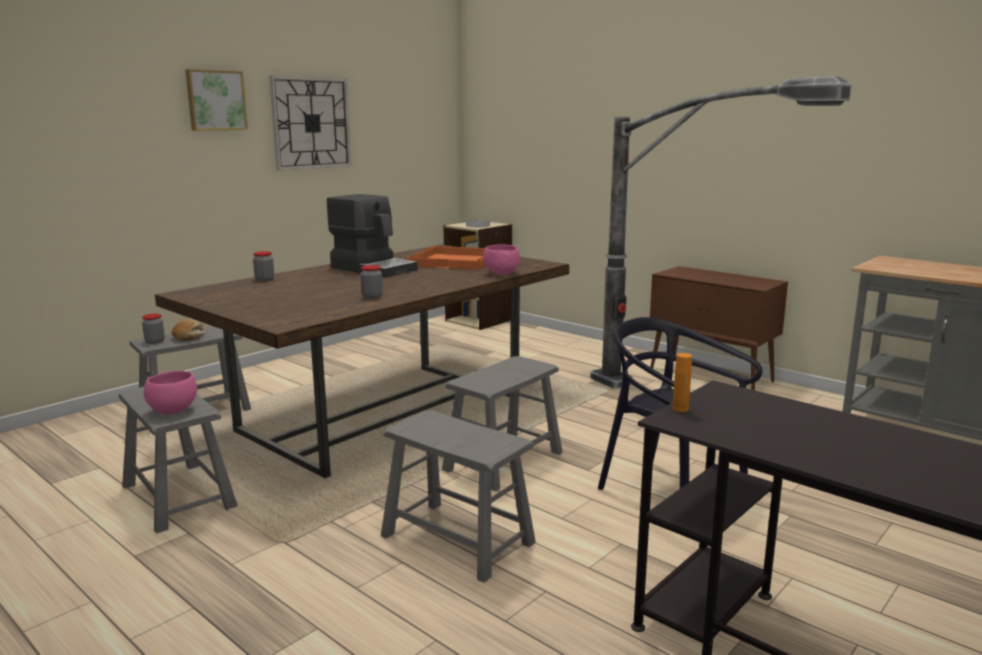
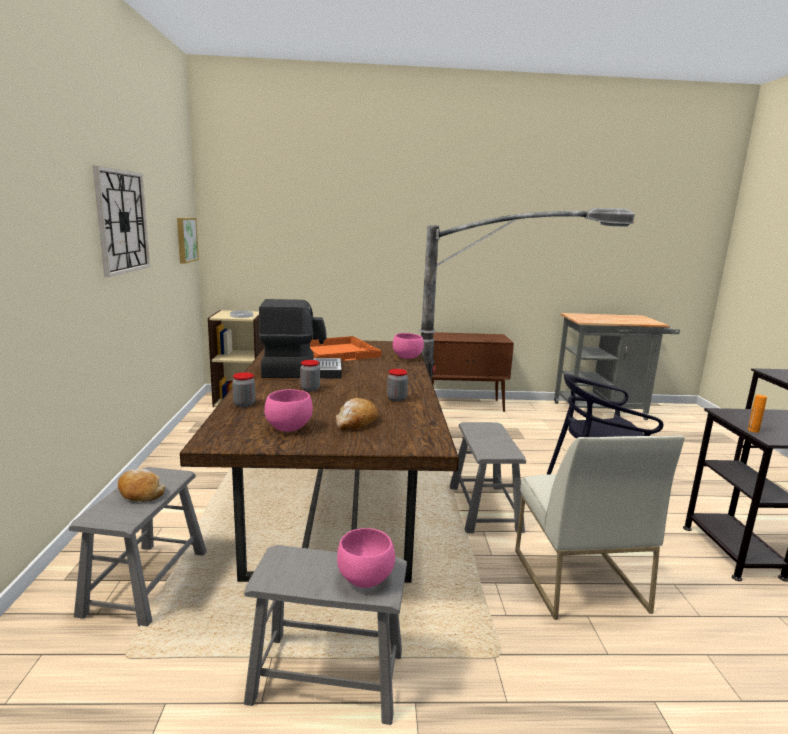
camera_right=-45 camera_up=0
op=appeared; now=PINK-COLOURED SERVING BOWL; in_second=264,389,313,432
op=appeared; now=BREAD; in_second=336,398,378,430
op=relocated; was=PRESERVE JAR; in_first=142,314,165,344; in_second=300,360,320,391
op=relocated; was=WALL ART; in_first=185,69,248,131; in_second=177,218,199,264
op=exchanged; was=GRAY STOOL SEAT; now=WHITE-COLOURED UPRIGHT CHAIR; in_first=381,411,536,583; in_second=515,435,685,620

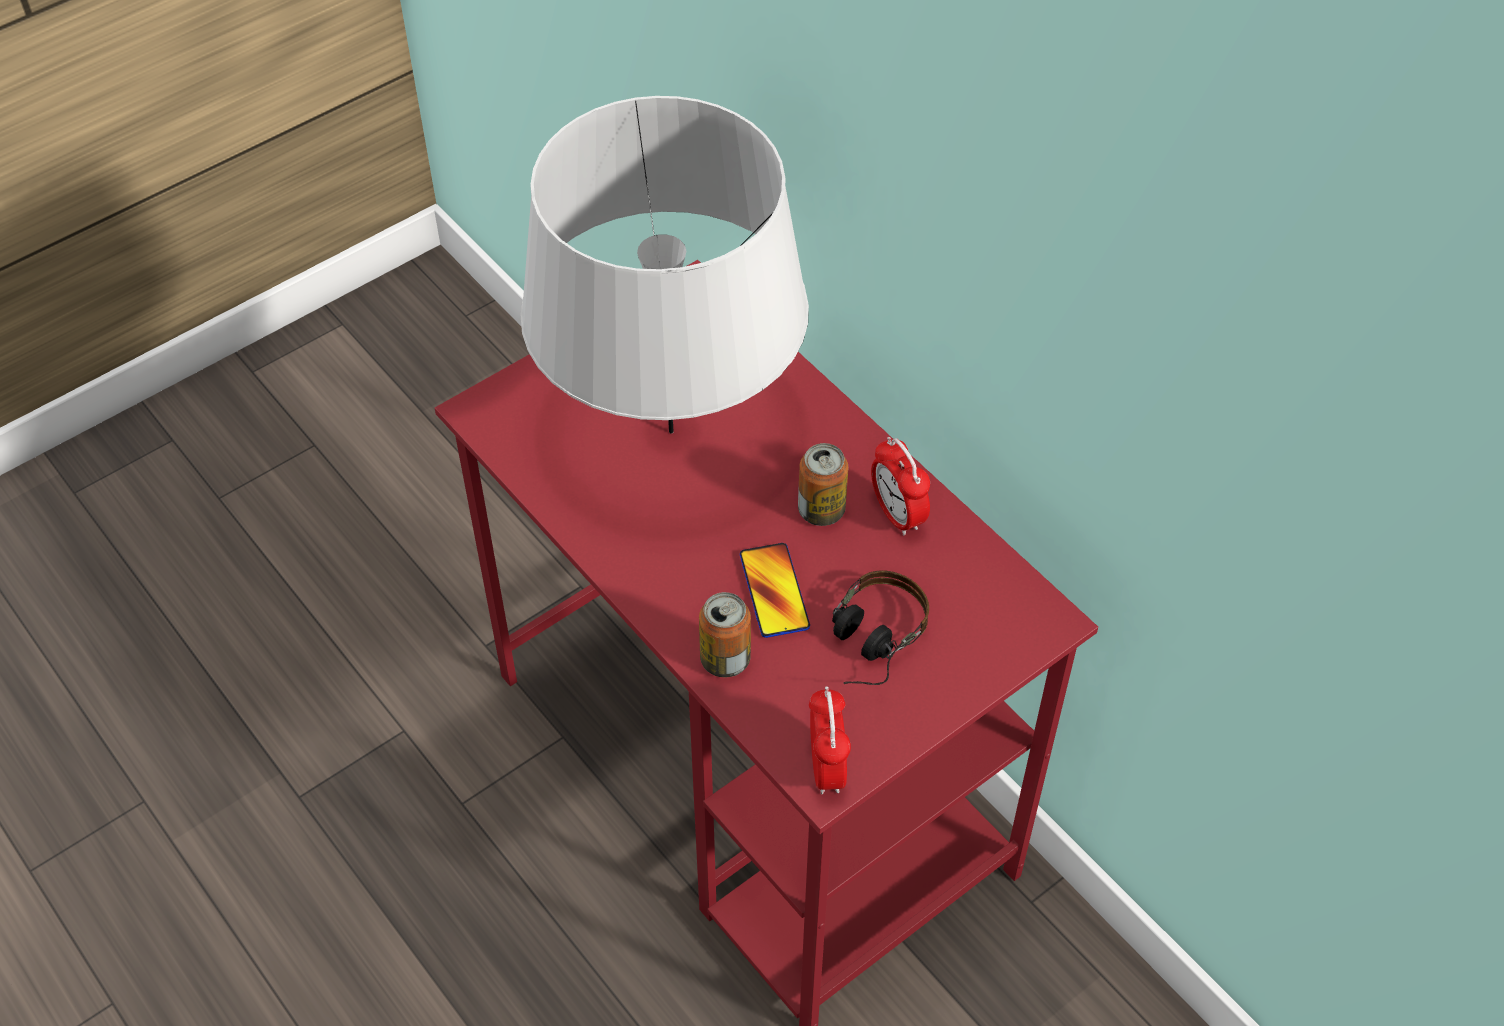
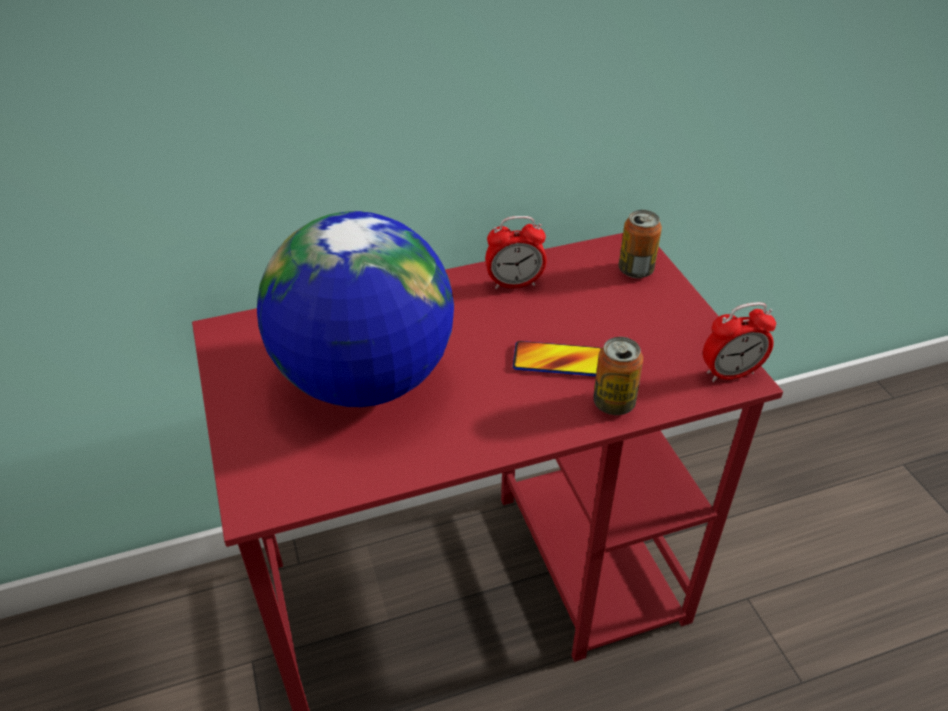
camera_right=-70 camera_up=-10
op=missing; was=HEADPHONES; in_first=832,570,929,685
op=relocated; was=METAL CAN; in_first=798,443,848,526; in_second=619,210,662,278
op=exchanged; was=GRAY TABLETOP LAMP; now=DESK GLOBE; in_first=521,96,809,434; in_second=257,211,454,407
op=spun; was=BEDSIDE CLOCK; in_first=809,686,851,794; in_second=703,302,776,382; clockwise=150

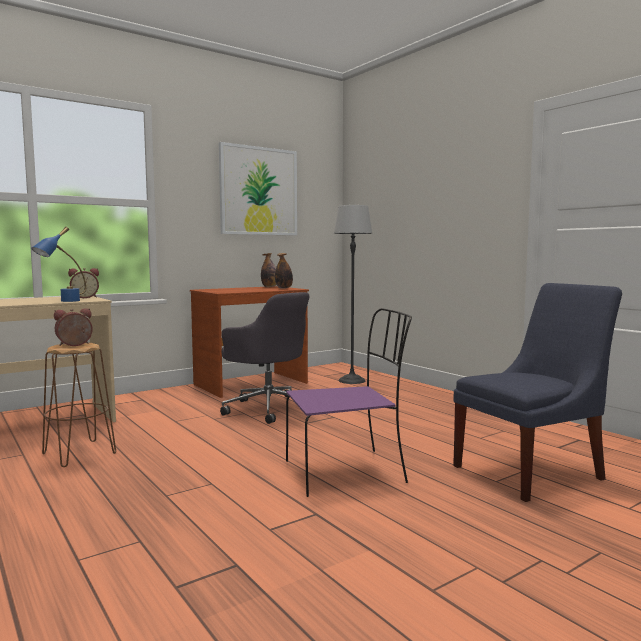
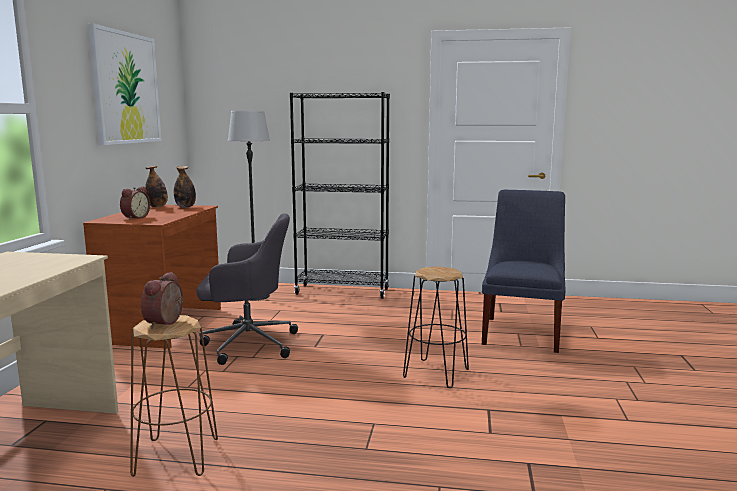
camera_right=-45 camera_up=5
op=missing; was=BLUE-COLOURED TABLETOP LAMP; in_first=31,227,86,302
op=appeared; now=BLACKISH BOOKSHELF; in_second=290,92,390,299
op=relocated; was=BEDSIDE CLOCK; in_first=68,268,99,298; in_second=120,186,150,220
op=exchanged; was=PURPLE UPRIGHT CHAIR; now=BLACKISH STOOL SEAT; in_first=286,308,412,497; in_second=403,266,469,388

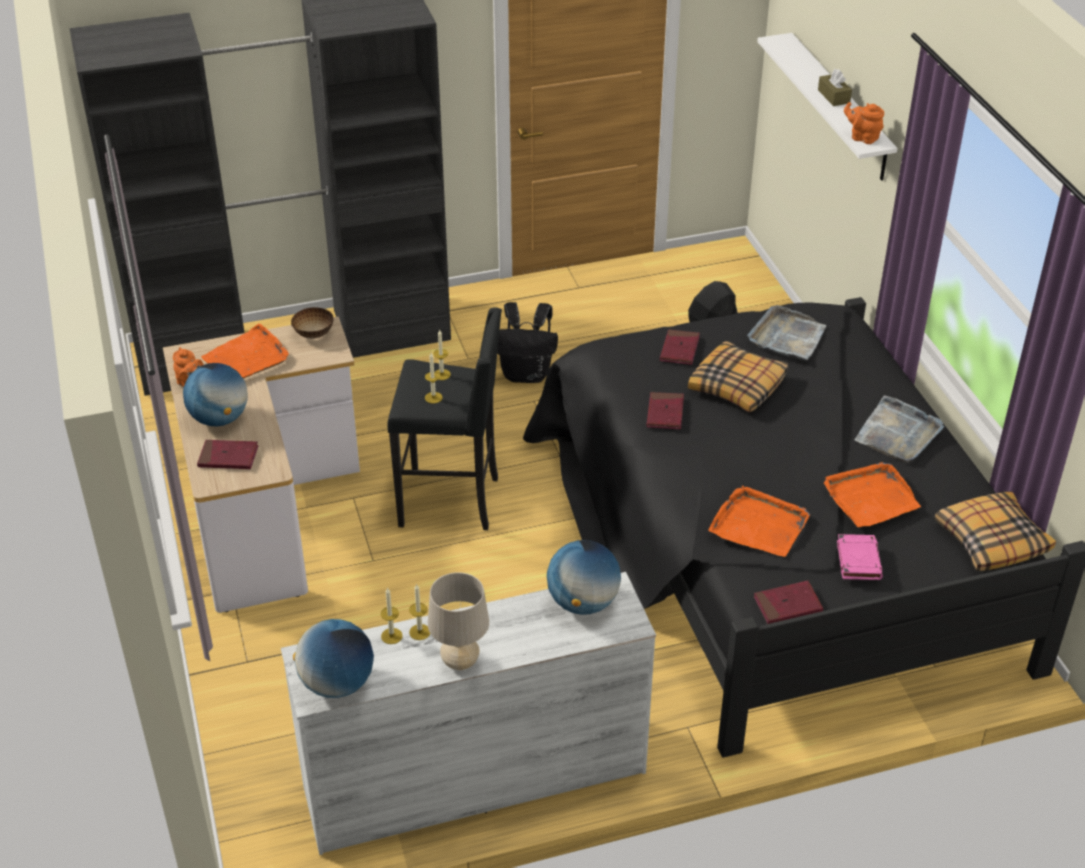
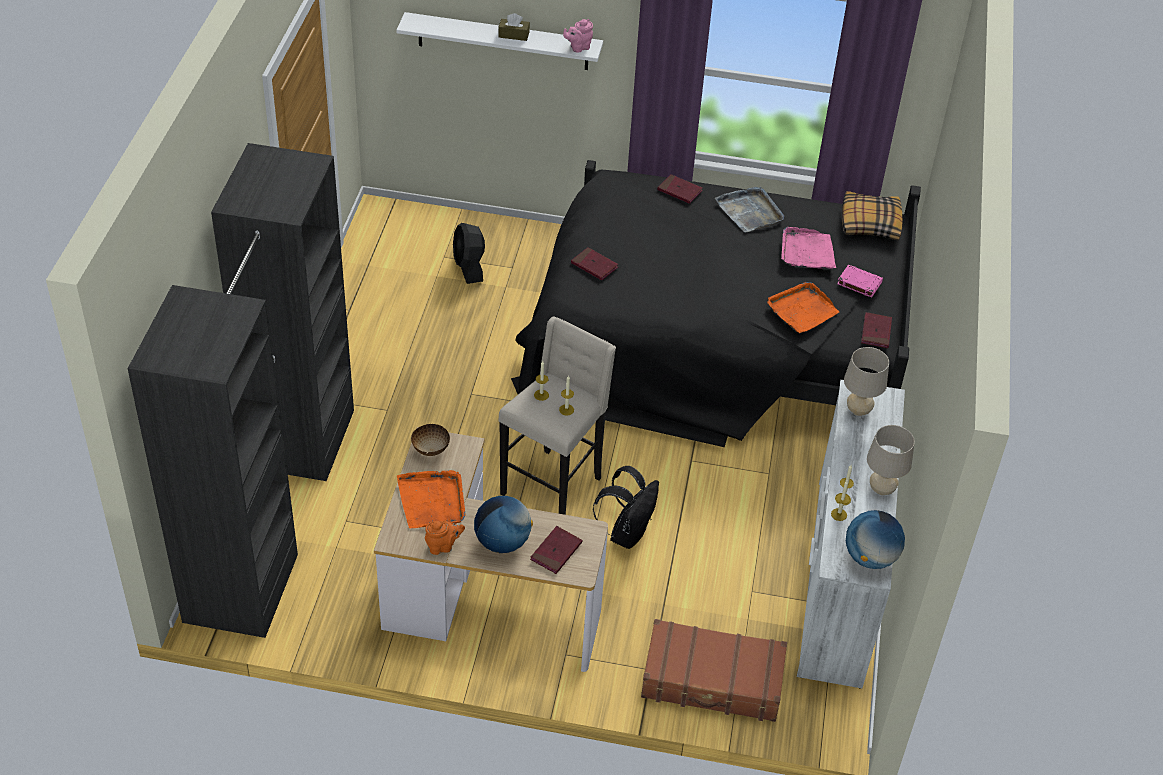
camera_right=-65 camera_up=5
op=missing; was=PILLOW; in_first=688,341,788,413
op=missing; was=GRAY TRAY; in_first=747,305,826,360
op=appeared; now=BROWN PIECE OF LUGGAGE; in_second=641,619,787,722
op=relocated; was=BLACKISH RUCKSACK; in_first=497,302,558,383; in_second=593,466,659,549
op=relocated; was=RED BOOK; in_first=647,392,684,429; in_second=657,174,703,204
op=exchanged; was=DESK GLOBE; now=SAND-COLOURED TABLETOP LAMP; in_first=547,540,621,615; in_second=844,347,889,416
op=colour; was=BLACKISH STOOL SEAT; now=SAND-COLOURED STOOL SEAT; in_first=387,307,502,530; in_second=499,316,616,515
op=colour; was=ORANGE-COLOURED TRAY; now=PINK-COLOURED TRAY; in_first=824,462,921,527; in_second=781,227,836,269
op=colour; was=ORANGE-COLOURED POT FOR TEA; now=PINK-COLOURED POT FOR TEA; in_first=844,102,884,144; in_second=563,19,593,53

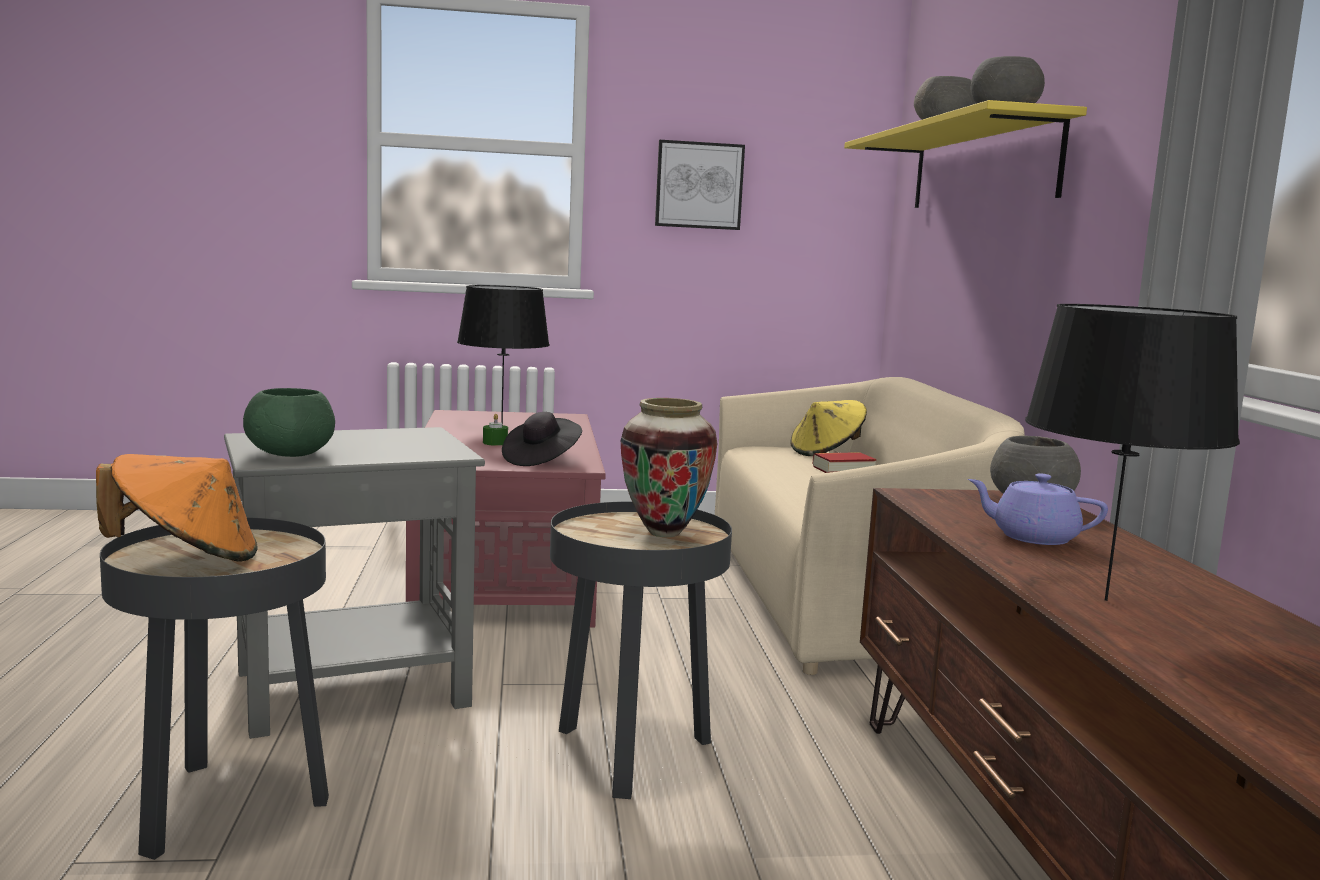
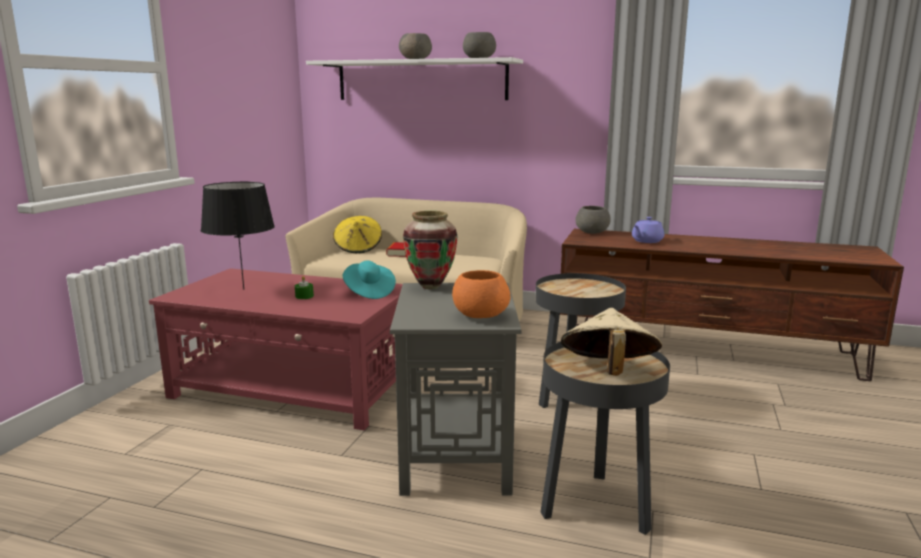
camera_right=-65 camera_up=5
op=missing; was=WALL ART; in_first=655,140,745,230
op=missing; was=BLACKISH TABLETOP LAMP; in_first=1025,304,1240,601
op=relocated; was=VASE; in_first=621,398,717,537; in_second=403,211,457,289
op=colour; was=ORANGE-COLOURED HAT; now=SAND-COLOURED HAT; in_first=96,454,257,562; in_second=561,308,662,376
op=colour; was=GREEN-COLOURED SERVING BOWL; now=ORANGE-COLOURED SERVING BOWL; in_first=243,388,335,457; in_second=452,270,510,318
op=colour; was=BLACKISH HAT; now=TURQUOISE-COLOURED HAT; in_first=502,412,582,466; in_second=343,261,396,299
op=colour; was=YELLOWISH BRACKET SHELF; now=WHITE-COLOURED BRACKET SHELF; in_first=844,100,1087,208; in_second=306,57,523,100

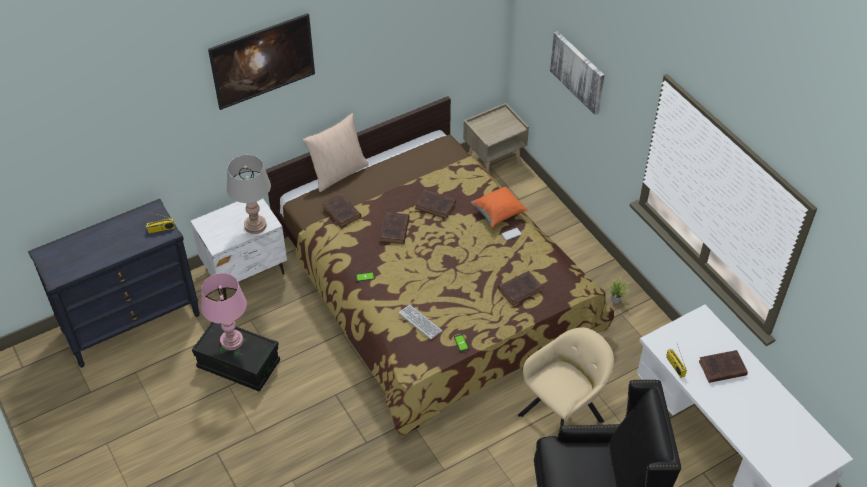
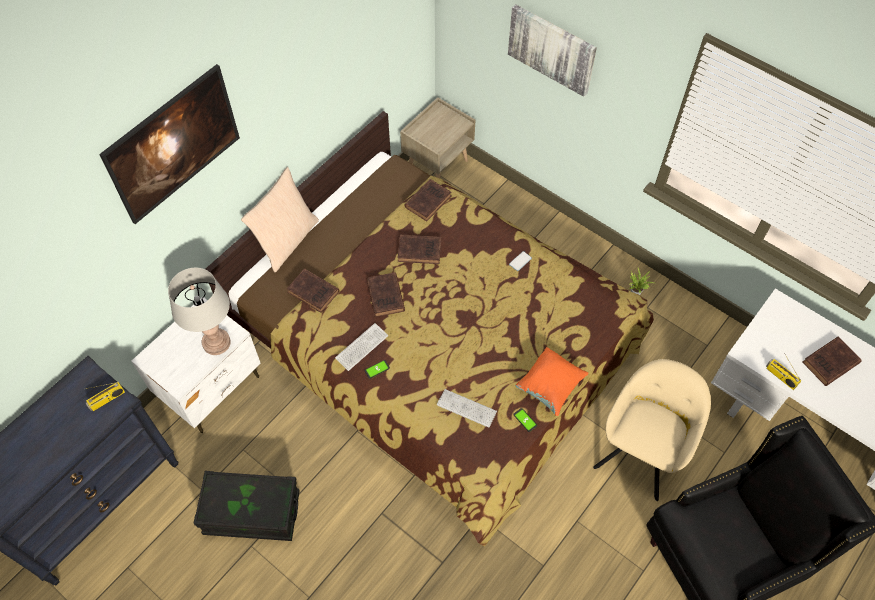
camera_right=-20 camera_up=10
op=missing; was=PINK-COLOURED TABLETOP LAMP; in_first=201,273,247,350
op=appeared; now=KEYBOARD; in_second=335,323,388,371
op=relocated; was=ORANGE-COLOURED PILLOW; in_first=471,187,528,228; in_second=516,347,589,416
op=relocated; was=BROWN BOOK; in_first=498,271,543,306; in_second=404,179,452,221

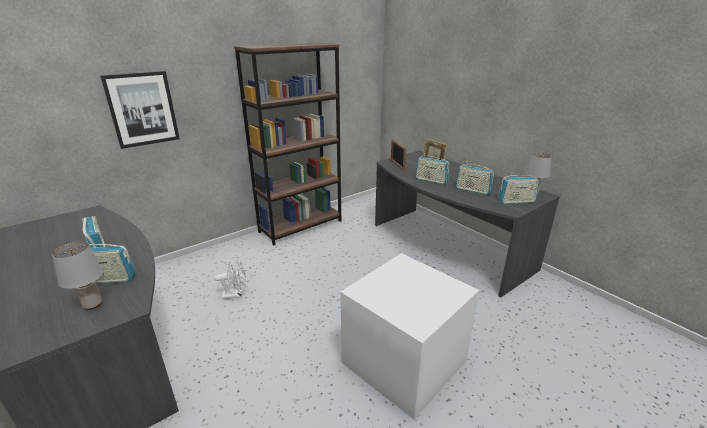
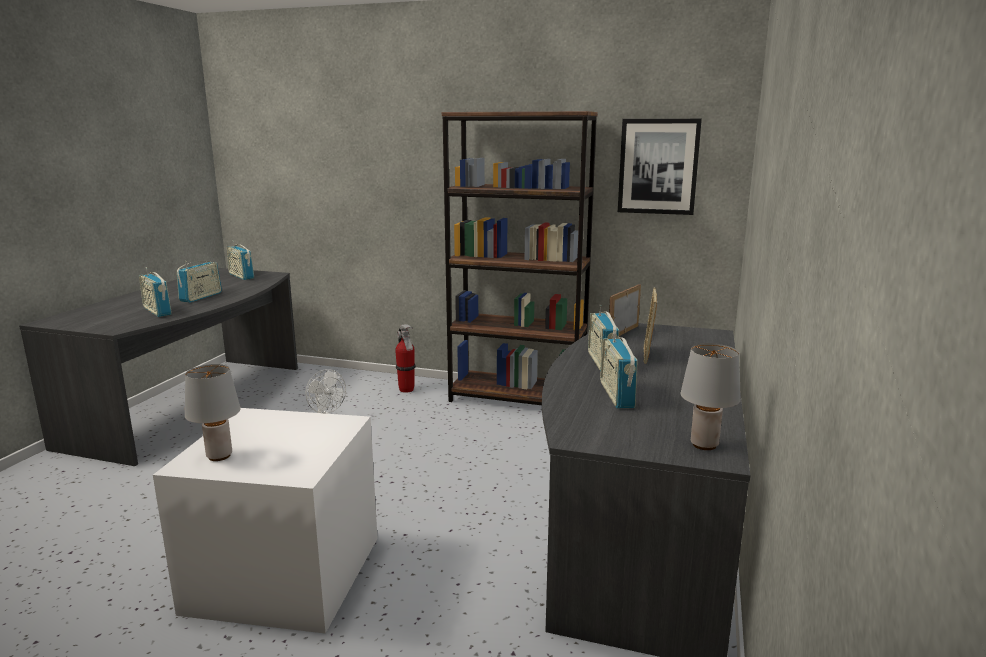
camera_right=55 camera_up=-10
op=appeared; now=EXTINGUISHER; in_second=395,324,416,393
op=relocated; was=GRAY TABLETOP LAMP; in_first=52,242,103,310; in_second=185,364,241,461
op=relocated; was=WALL ART; in_first=101,71,180,149; in_second=618,119,702,215
op=relocated; was=RADIO; in_first=498,173,539,204; in_second=227,240,254,280

